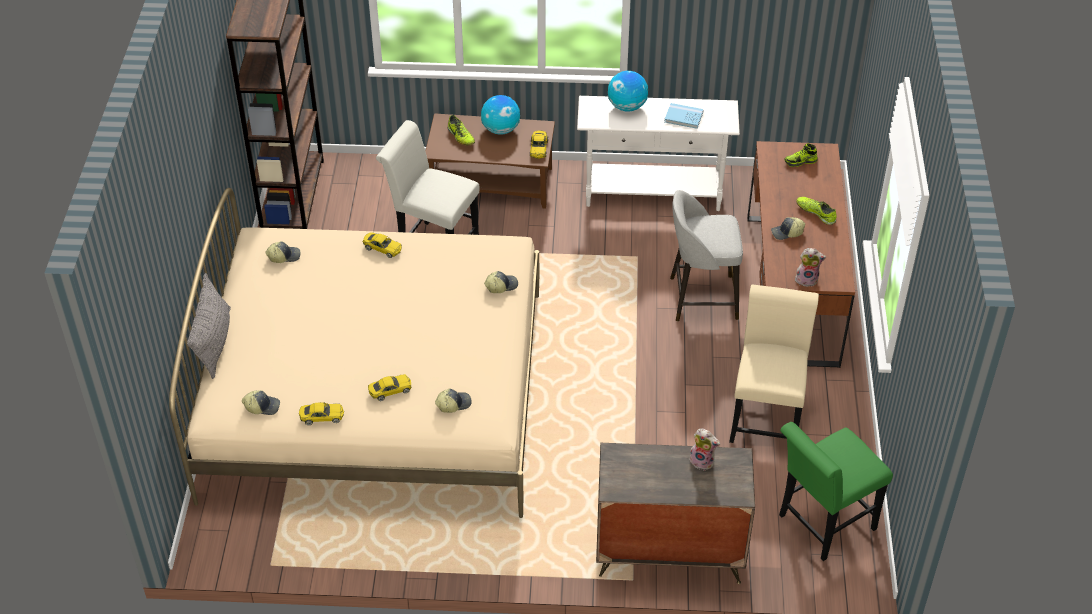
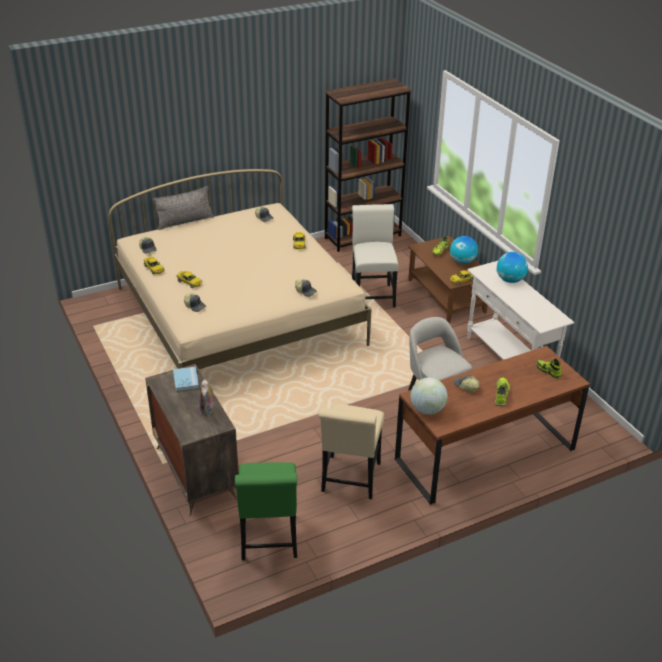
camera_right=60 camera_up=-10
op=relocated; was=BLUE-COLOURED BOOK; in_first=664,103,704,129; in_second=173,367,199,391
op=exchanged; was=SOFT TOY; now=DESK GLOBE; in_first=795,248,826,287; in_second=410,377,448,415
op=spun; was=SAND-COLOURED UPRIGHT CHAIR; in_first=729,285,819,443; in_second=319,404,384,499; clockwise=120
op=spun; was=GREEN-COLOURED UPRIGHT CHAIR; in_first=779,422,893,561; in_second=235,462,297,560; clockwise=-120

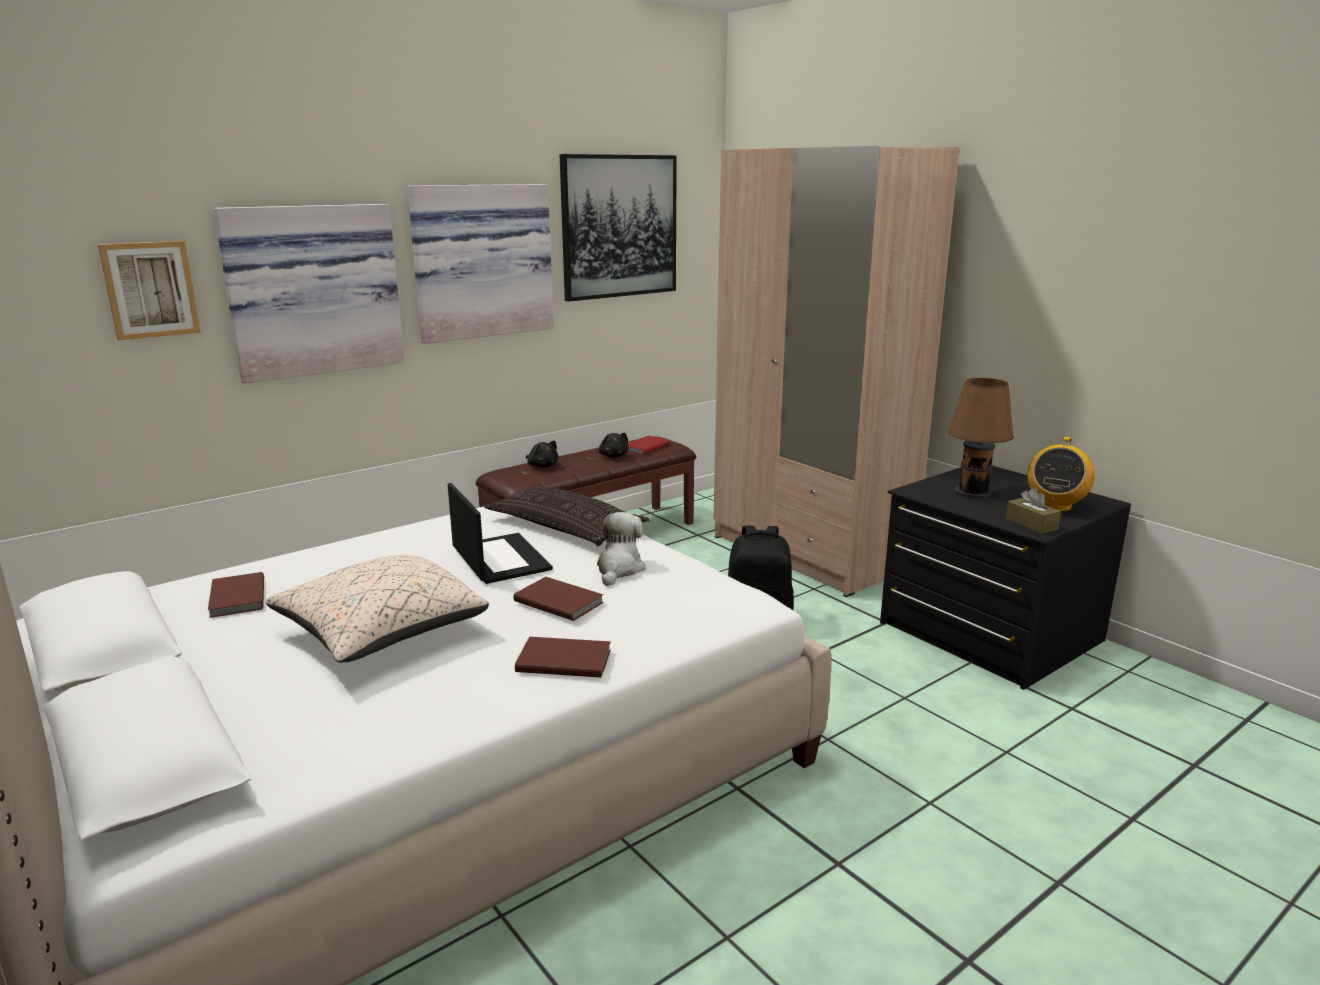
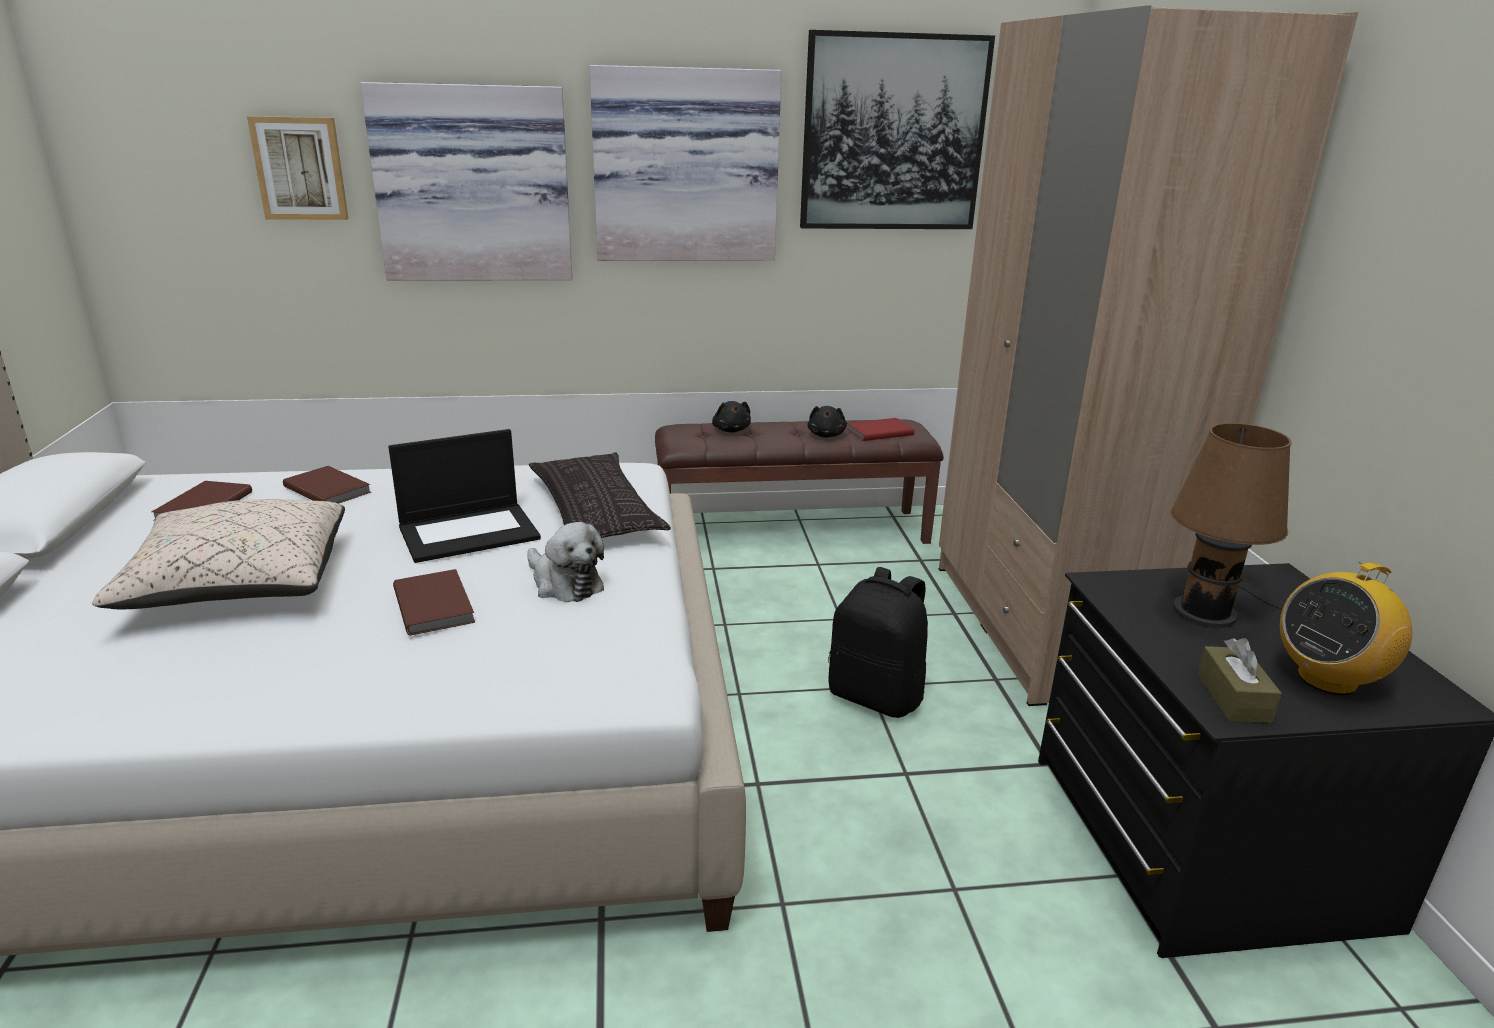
camera_right=30 camera_up=5
op=relocated; was=BROWN BOOK; in_first=515,637,611,678; in_second=283,466,371,504
op=spun; was=PORTABLE COMPUTER; in_first=448,483,553,584; in_second=388,429,541,563; clockwise=60
op=spun; was=SOFT TOY; in_first=594,512,646,586; in_second=527,522,604,602; clockwise=90

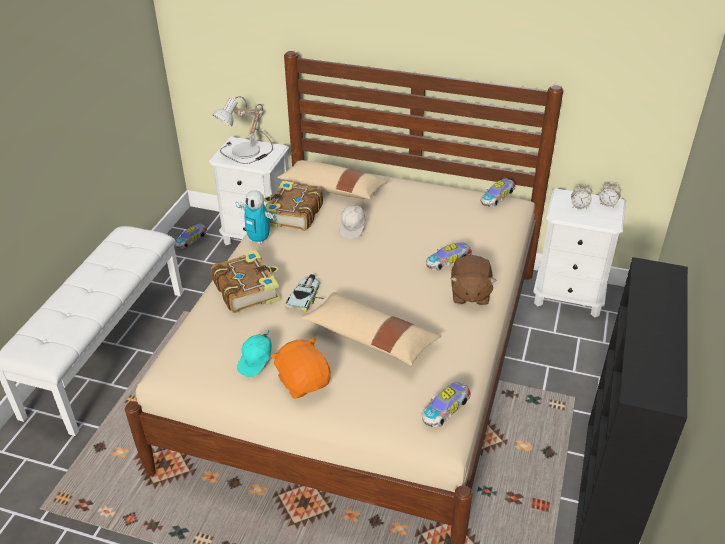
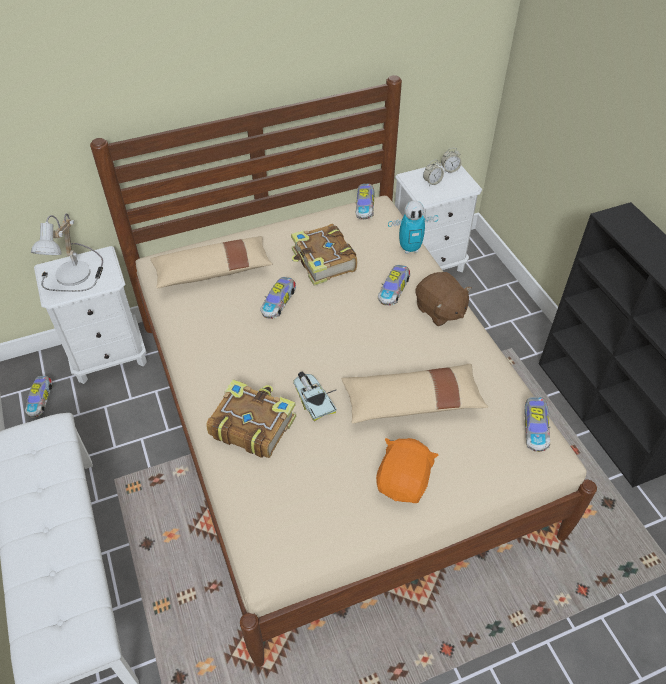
camera_right=-40 camera_up=10
op=missing; was=TURQUOISE-COLOURED BASEBALL CAP; in_first=237,330,272,377
op=relocated; was=TOY ROBOT; in_first=235,190,277,245; in_second=388,200,438,254
op=relocated; was=BOOK; in_first=264,181,323,231; in_second=291,224,357,286
op=exchanged; was=WHITE-COLOURED BASEBALL CAP; now=MINIATURE CAR; in_first=339,202,366,239; in_second=260,277,296,319
op=spun; was=ORANGE-COLOURED SOFT TOY; in_first=271,337,331,399; in_second=376,438,438,503; clockwise=90

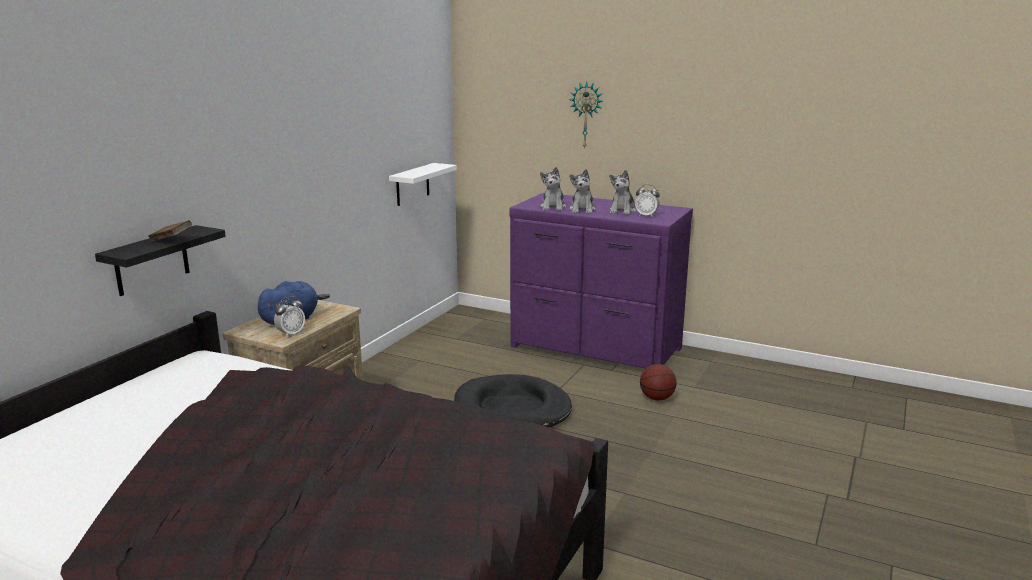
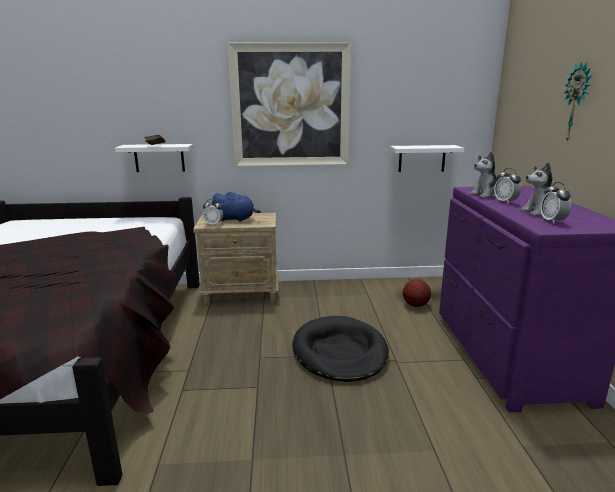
camera_right=60 camera_up=0
op=appeared; now=WALL ART; in_second=228,42,351,167
op=relocated; was=BASKETBALL BALL; in_first=640,364,676,401; in_second=403,279,431,307
op=exchanged; was=SOFT TOY; now=BEDSIDE CLOCK; in_first=569,169,596,213; in_second=494,168,522,204
op=colour; was=BLACKISH BRACKET SHELF; now=WHITE-COLOURED BRACKET SHELF; in_first=95,225,226,296; in_second=115,144,193,172

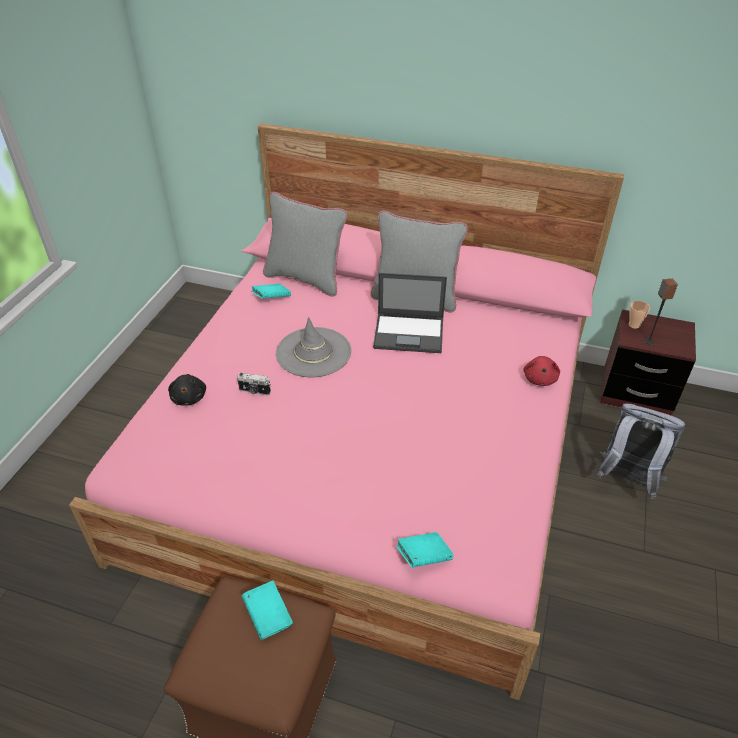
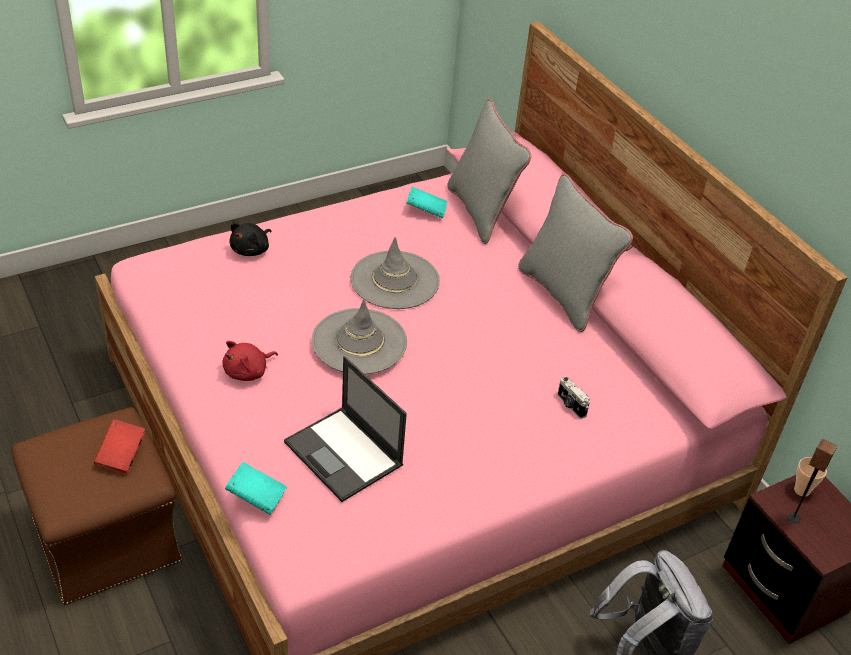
camera_right=40 camera_up=0
op=appeared; now=GRAY HAT; in_second=312,300,407,374
op=relocated; was=PHOTO CAMERA; in_first=237,373,271,396; in_second=558,377,590,419
op=relocated; was=PORTABLE COMPUTER; in_first=373,273,447,353; in_second=284,356,407,502
op=relocated; was=RED SOFT TOY; in_first=523,356,560,386; in_second=222,341,278,381
op=colour; was=TURQUOISE-COLOURED BOOK; now=RED BOOK; in_first=242,581,293,640; in_second=94,419,145,474

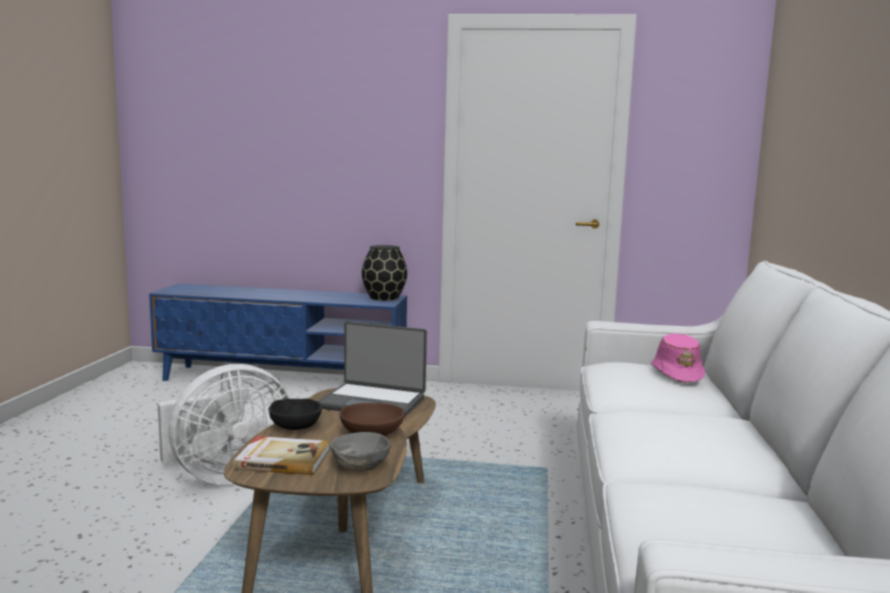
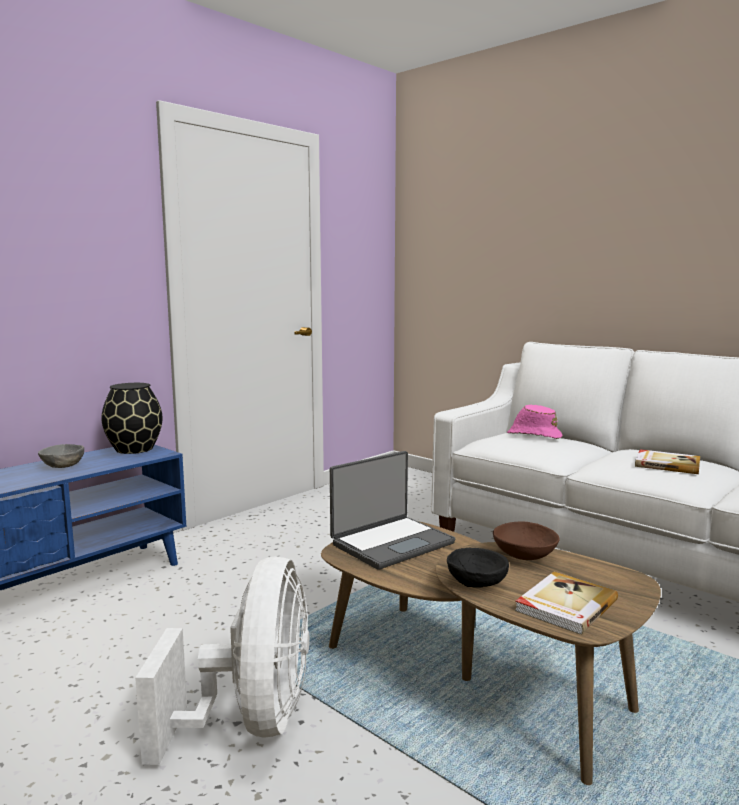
camera_right=-55 camera_up=0
op=appeared; now=BOOK; in_second=635,449,700,474
op=relocated; was=GRAY SERVING BOWL; in_first=330,432,391,471; in_second=38,444,84,468

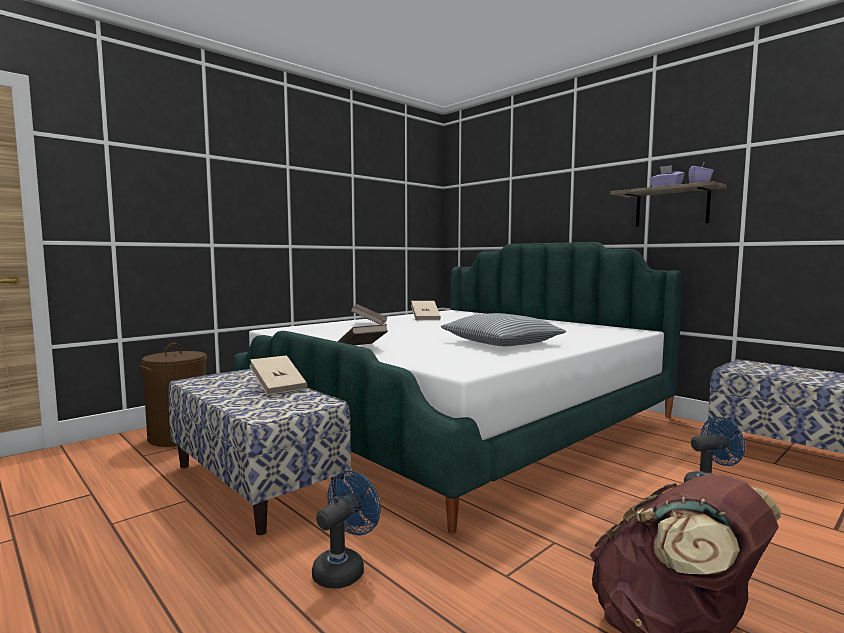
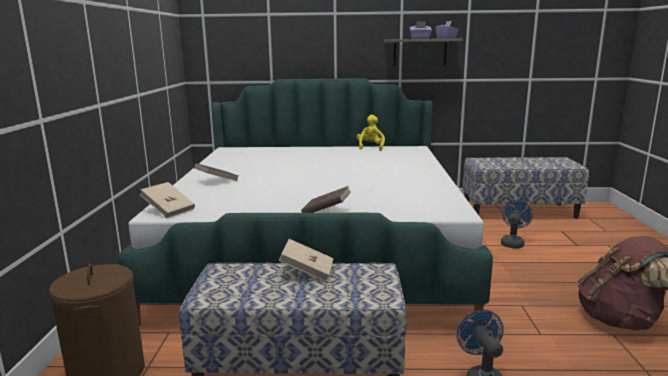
camera_right=-45 camera_up=10
op=missing; was=PILLOW; in_first=441,313,566,346
op=appeared; now=YELLOWISH SOFT TOY; in_second=357,115,385,151
op=relocated; was=SAND-COLOURED BOOK; in_first=411,301,441,320; in_second=140,182,195,218

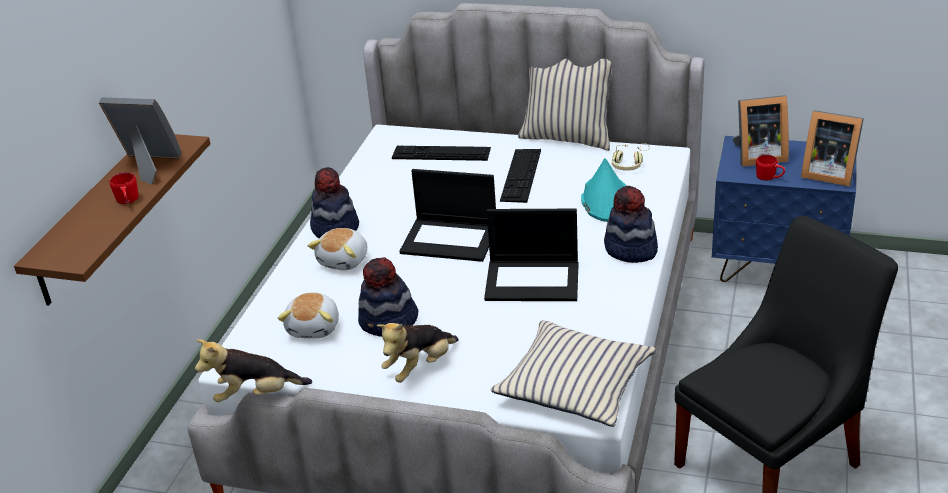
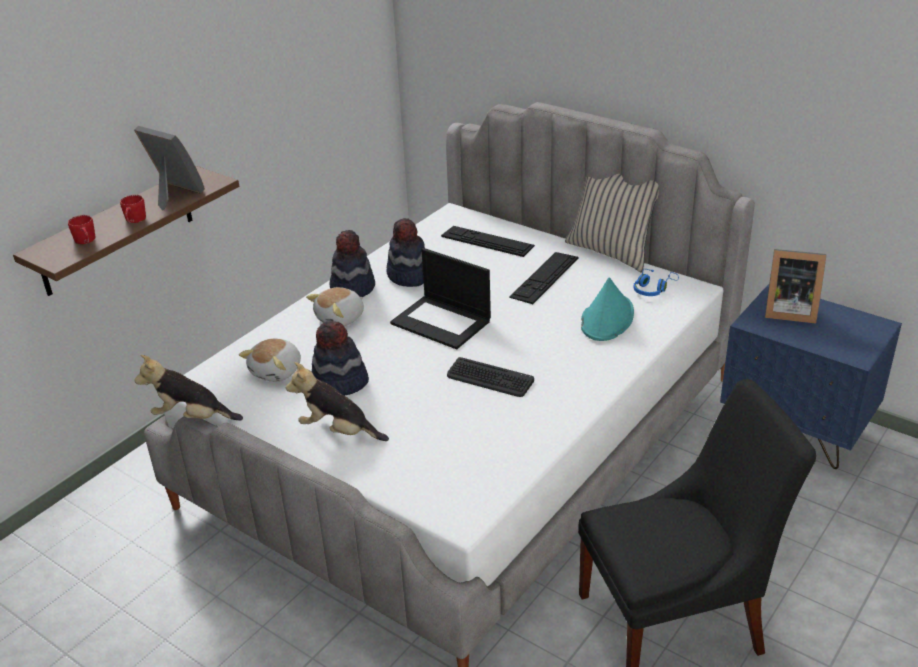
camera_right=20 camera_up=0
op=missing; was=SAND-COLOURED PILLOW; in_first=490,320,657,427
op=missing; was=PHOTO FRAME; in_first=801,110,864,186
op=relocated; was=HAT; in_first=604,186,658,263; in_second=387,218,425,287
op=relocated; was=RED COFFEE MUG; in_first=756,154,785,181; in_second=68,215,95,244
op=exchanged; was=PORTABLE COMPUTER; now=KEYBOARD; in_first=484,209,579,301; in_second=447,357,534,397
op=colour; was=SAND-COLOURED HEADPHONES; now=BLUE-COLOURED HEADPHONES; in_first=612,143,650,171; in_second=633,269,679,296
op=spun; was=SOFT TOY; in_first=377,323,459,383; in_second=286,362,389,441; clockwise=45

